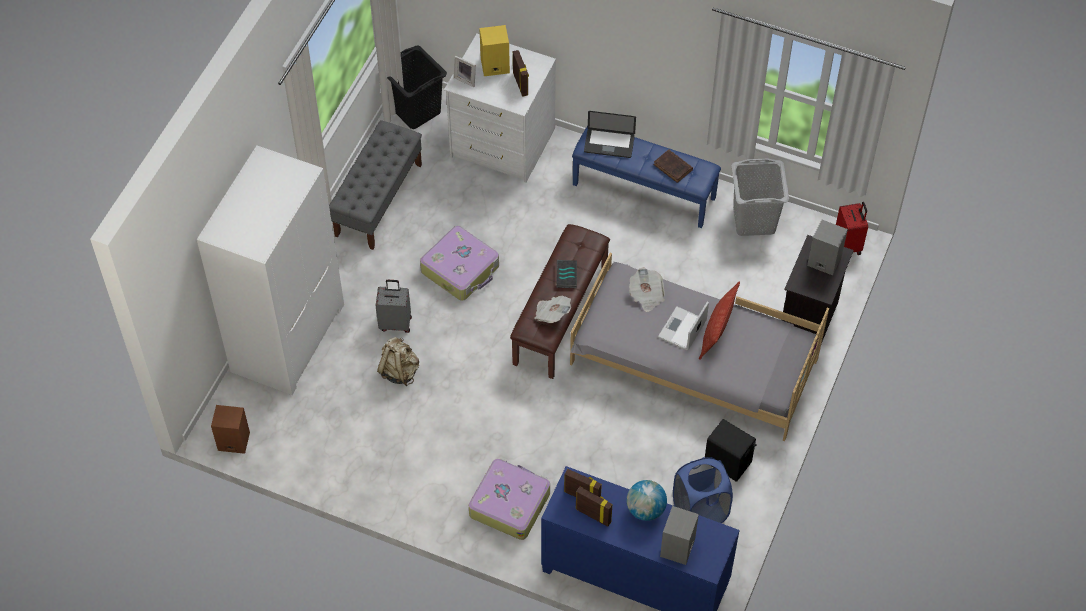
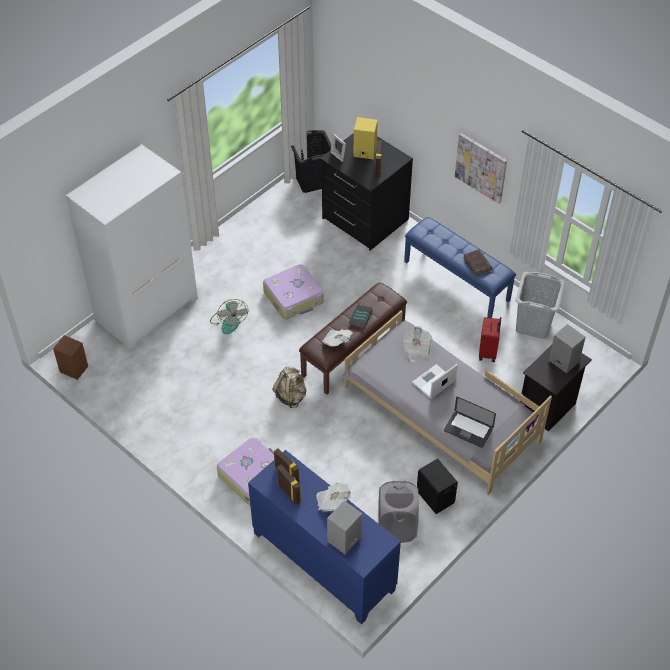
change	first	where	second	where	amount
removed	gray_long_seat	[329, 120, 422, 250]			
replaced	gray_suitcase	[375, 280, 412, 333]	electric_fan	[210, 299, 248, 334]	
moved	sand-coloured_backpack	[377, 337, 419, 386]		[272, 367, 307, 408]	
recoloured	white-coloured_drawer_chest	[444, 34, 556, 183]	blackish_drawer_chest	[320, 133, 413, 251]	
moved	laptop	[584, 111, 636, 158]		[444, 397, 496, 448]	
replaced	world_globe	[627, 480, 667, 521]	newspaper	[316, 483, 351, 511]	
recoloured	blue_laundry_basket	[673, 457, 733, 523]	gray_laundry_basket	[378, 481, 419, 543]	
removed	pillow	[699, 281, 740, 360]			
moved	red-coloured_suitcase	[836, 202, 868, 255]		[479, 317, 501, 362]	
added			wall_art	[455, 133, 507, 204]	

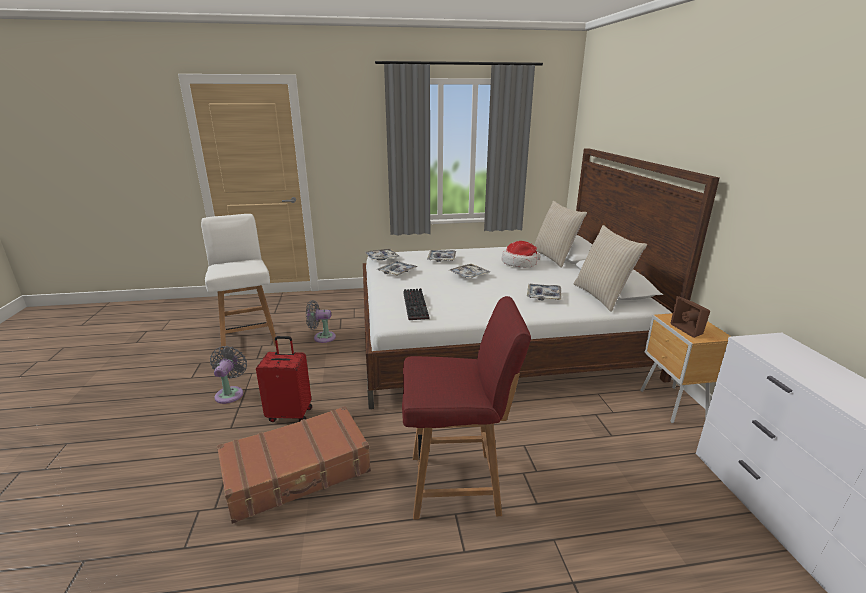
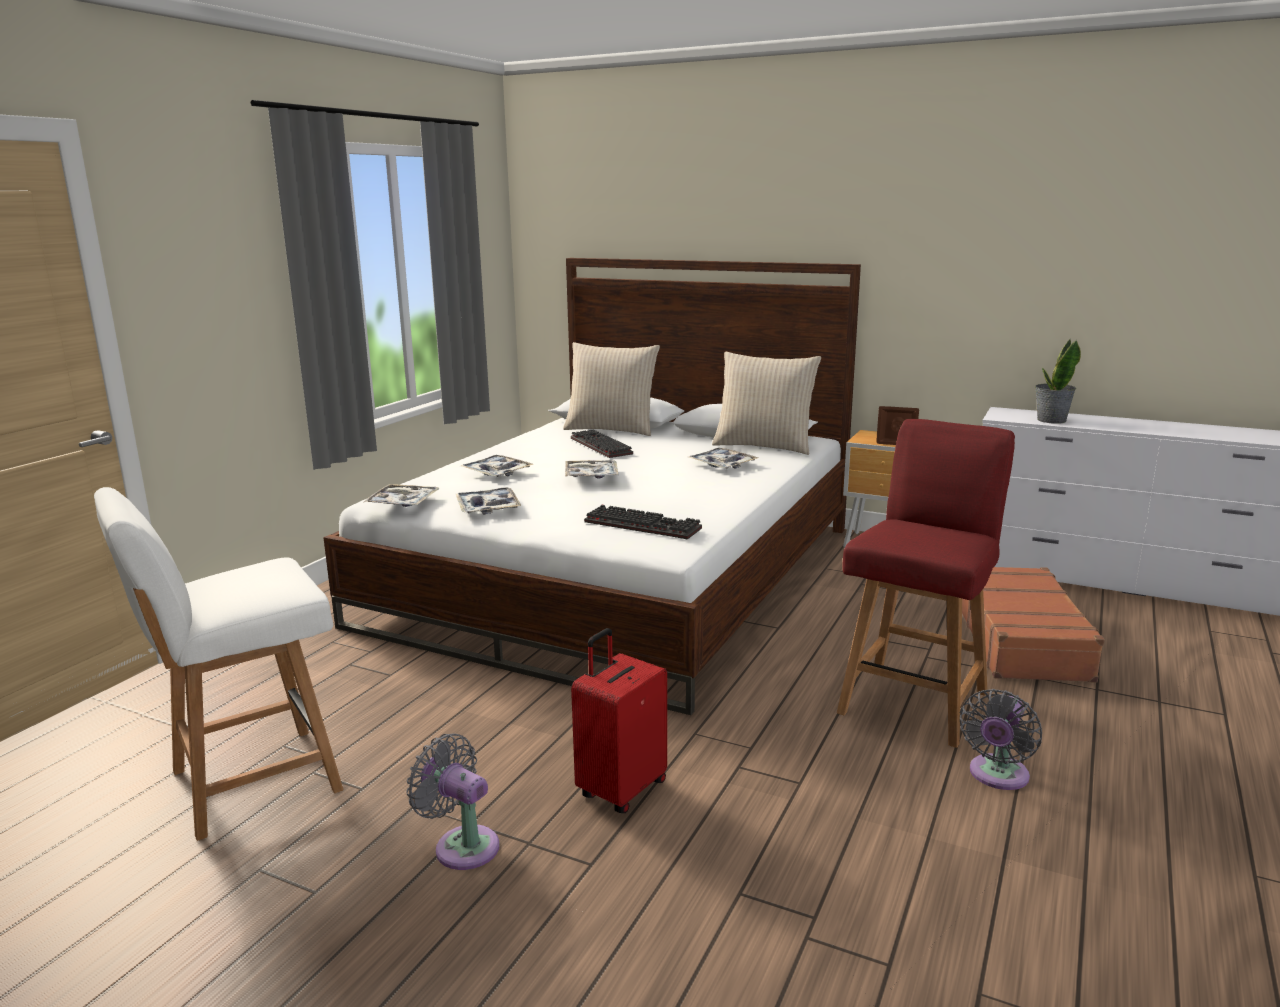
change	first	where	second	where	amount
turned	white-coloured_upright_chair	[201, 214, 279, 357]		[94, 487, 343, 841]	45 degrees counterclockwise
moved	brown_suitcase	[217, 406, 371, 524]		[962, 567, 1105, 683]	
moved	gray_electric_fan	[306, 300, 336, 343]		[960, 689, 1042, 790]	
replaced	clothing_hat	[501, 241, 541, 268]	PC_keyboard	[571, 430, 633, 458]	
added			potted_plant	[1035, 339, 1081, 424]	

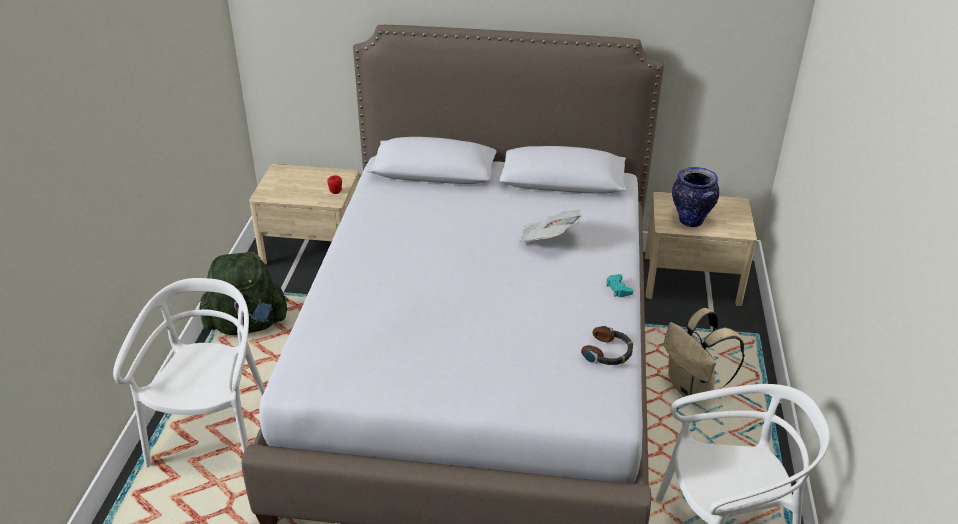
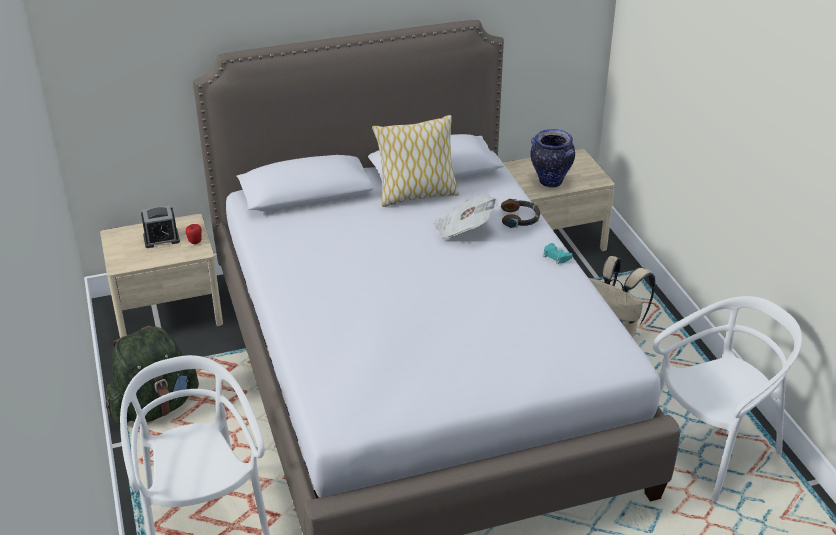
change	first	where	second	where	amount
moved	headphones	[581, 325, 633, 365]		[501, 198, 540, 228]	
added			bedside_clock	[141, 205, 180, 248]	
added			pillow	[372, 115, 459, 207]	

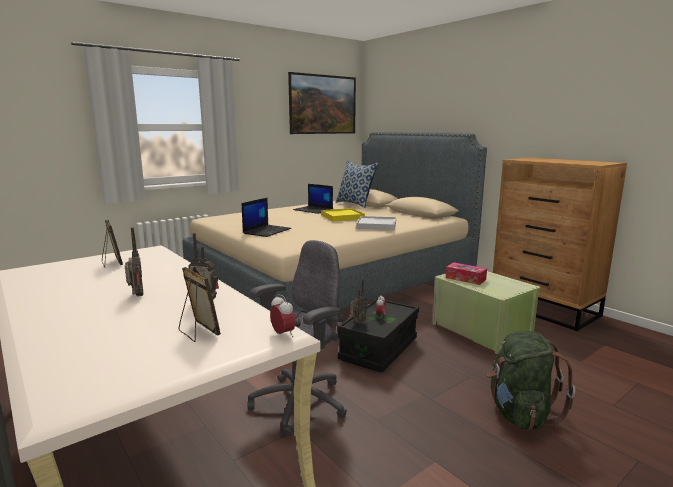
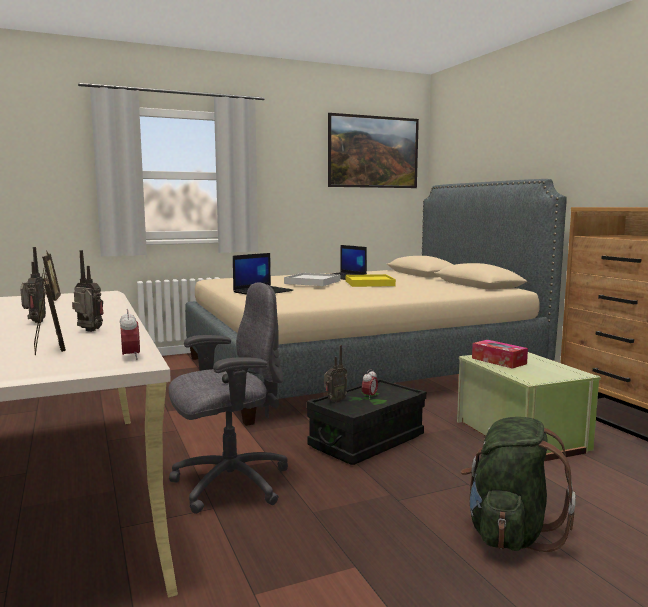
change	first	where	second	where	amount
removed	pillow	[336, 160, 378, 208]			
moved	white-coloured_tray	[356, 216, 396, 230]		[284, 273, 341, 286]	

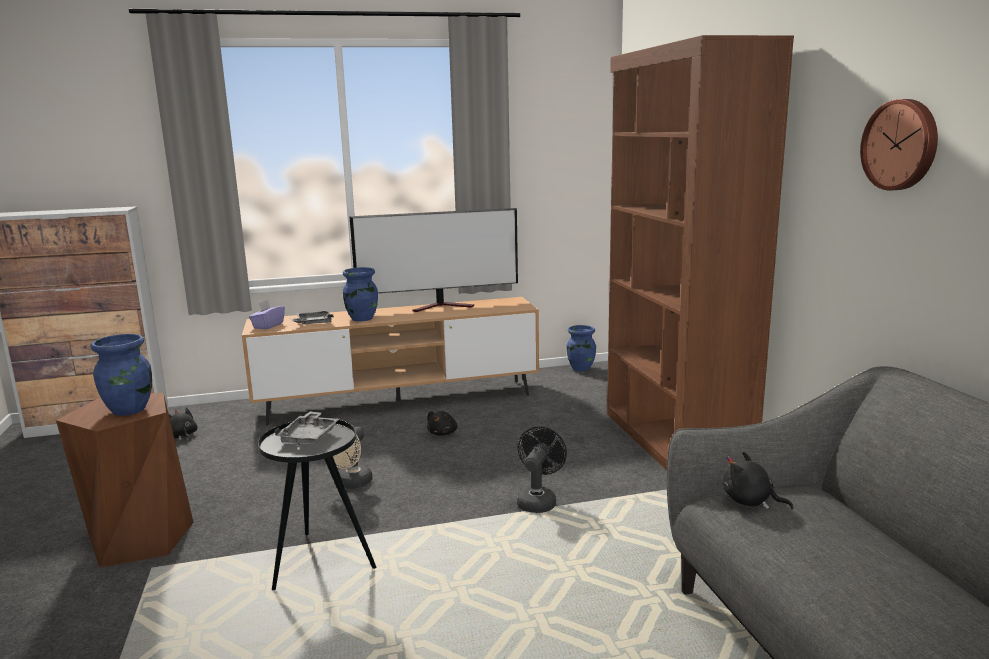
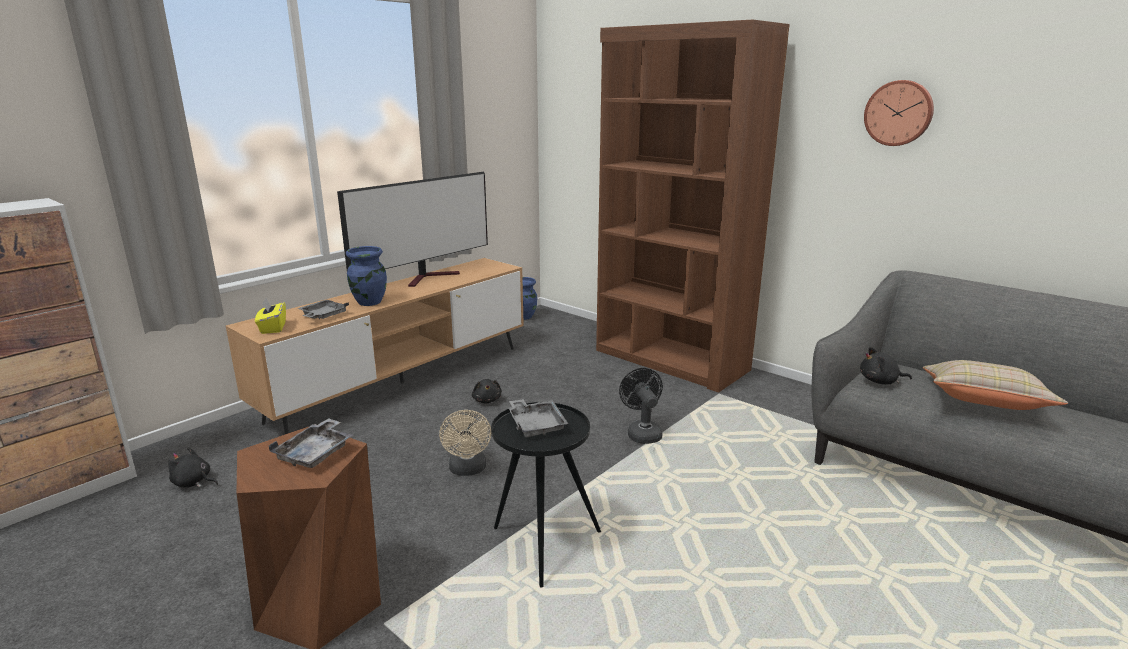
change	first	where	second	where	amount
replaced	blue_flower_vase	[90, 334, 152, 416]	gray_tray	[269, 418, 353, 468]	
recoloured	purple-coloured_box_of_tissues	[249, 300, 285, 330]	yellow_box_of_tissues	[255, 298, 286, 334]	
added			sand-coloured_pillow	[923, 360, 1068, 410]	

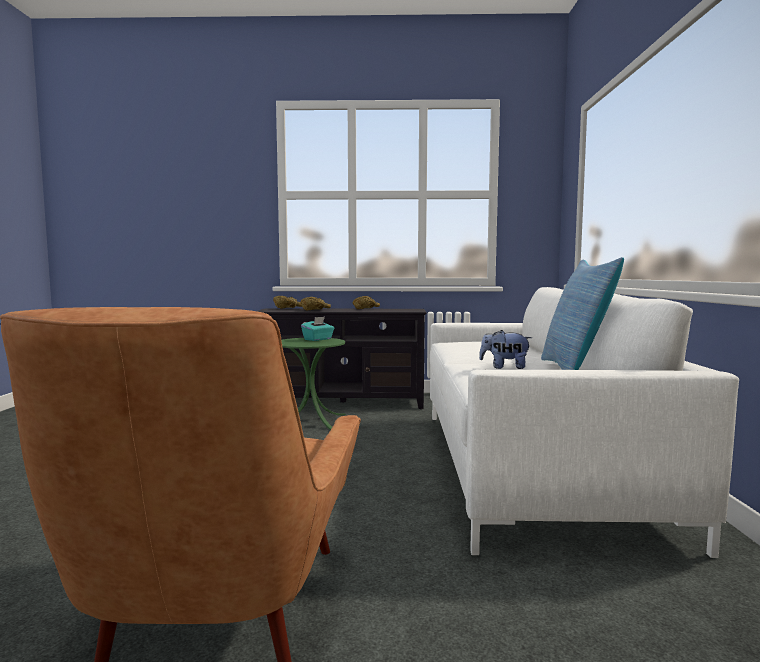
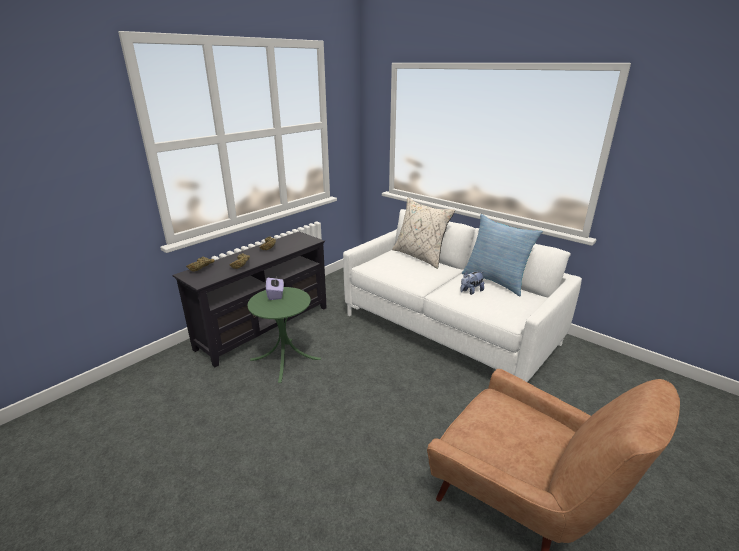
change	first	where	second	where	amount
recoloured	turquoise-coloured_box_of_tissues	[301, 317, 334, 341]	purple-coloured_box_of_tissues	[266, 277, 284, 300]	
added			sand-coloured_pillow	[392, 197, 455, 269]	

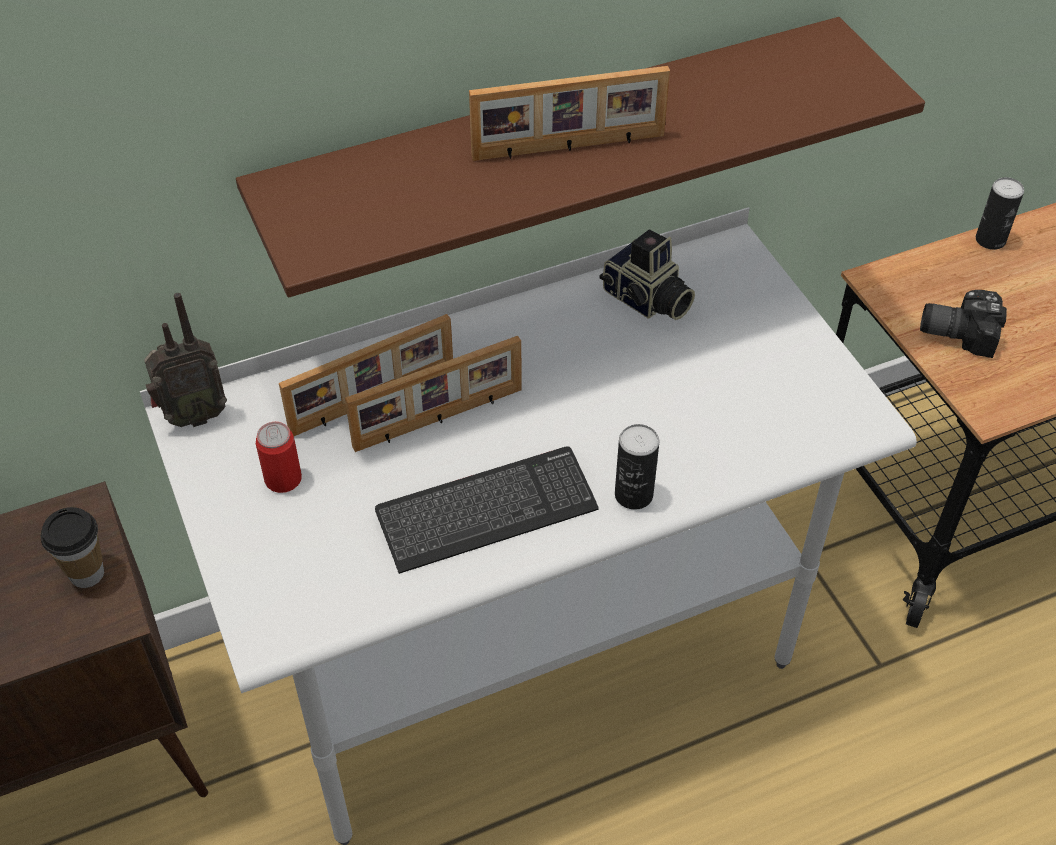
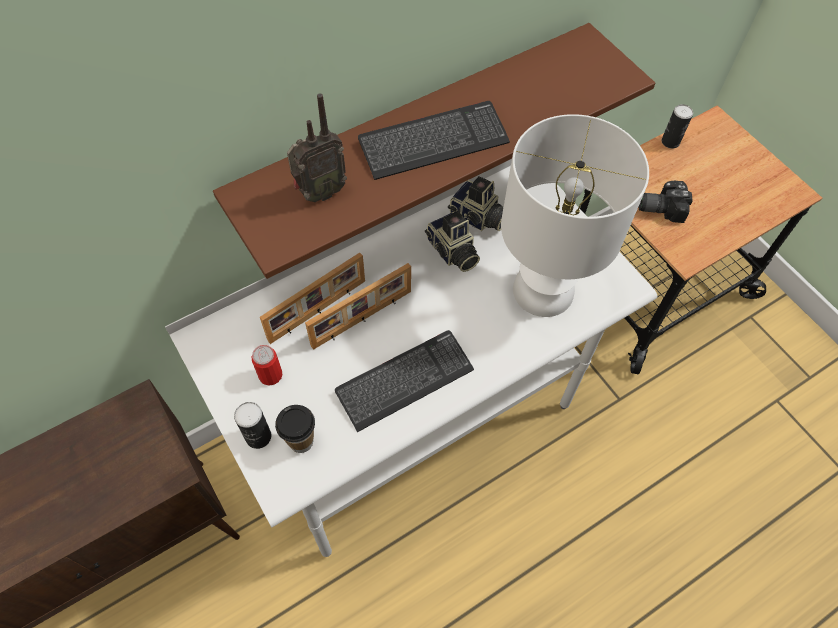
change	first	where	second	where	amount
moved	drinking_cup	[41, 507, 104, 588]		[275, 405, 315, 453]	
moved	radio_set	[144, 293, 227, 427]		[287, 94, 347, 202]	
replaced	picture_frame	[469, 66, 670, 161]	PC_keyboard	[358, 101, 510, 180]	
moved	can	[615, 424, 659, 510]		[234, 402, 271, 449]	
added			photo_camera	[425, 211, 480, 272]	
added			white-coloured_tabletop_lamp	[501, 114, 649, 317]	

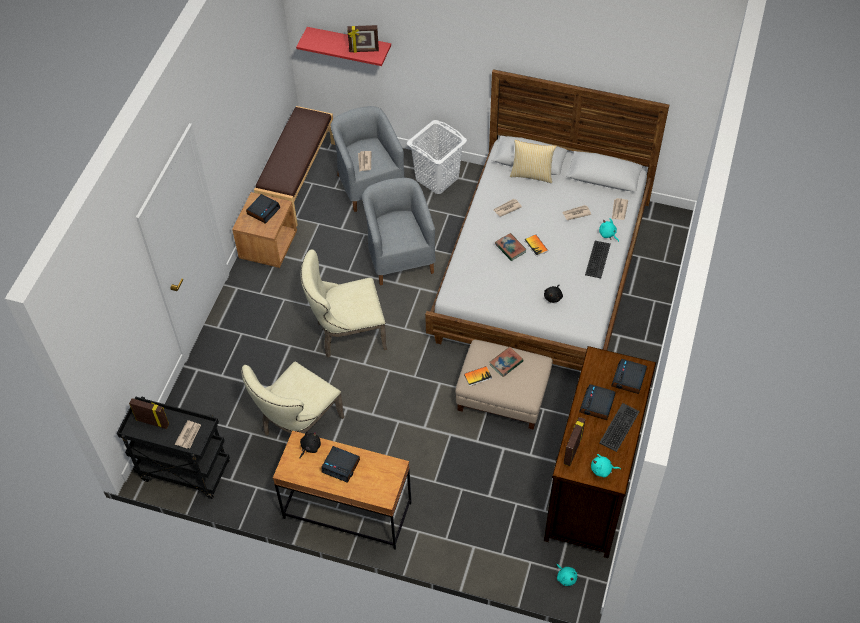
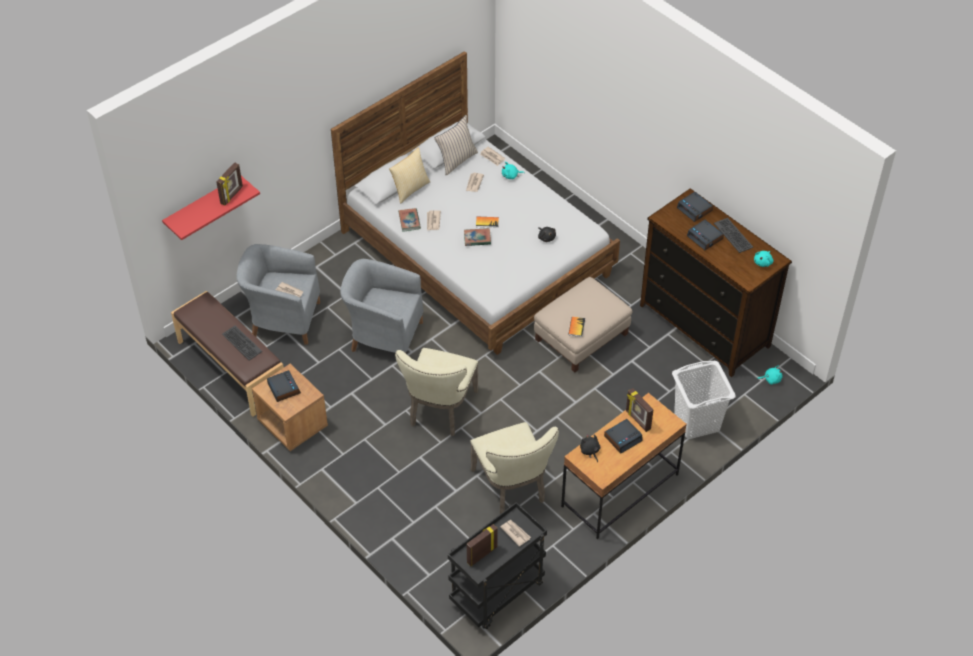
change	first	where	second	where	amount
moved	white-coloured_laundry_basket	[407, 120, 467, 194]		[672, 361, 736, 439]	
moved	volume	[489, 347, 524, 377]		[398, 208, 421, 232]	
moved	picture_frame	[564, 417, 586, 466]		[626, 388, 654, 432]	
moved	PC_keyboard	[585, 241, 611, 278]		[222, 326, 262, 360]	
added			sand-coloured_pillow	[434, 115, 478, 176]	

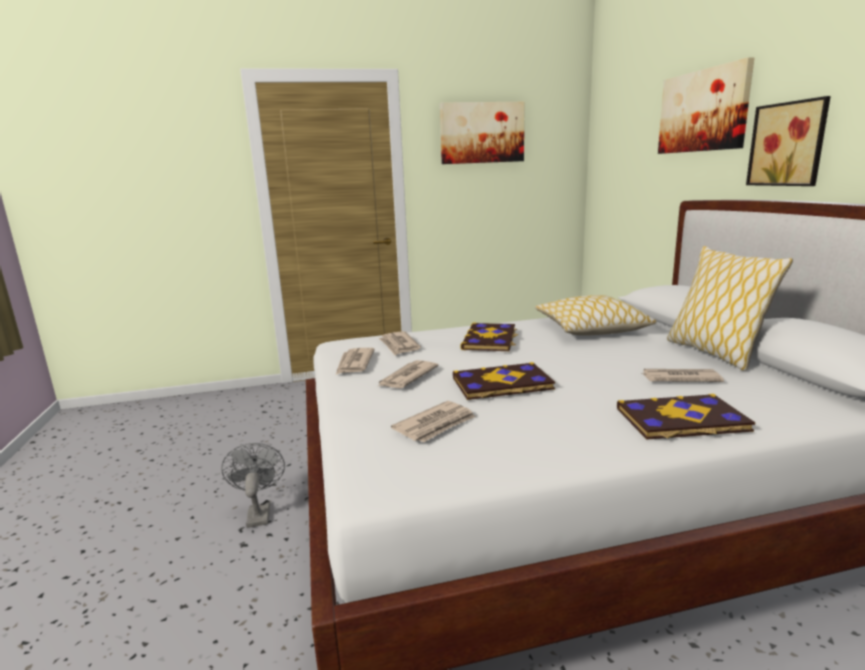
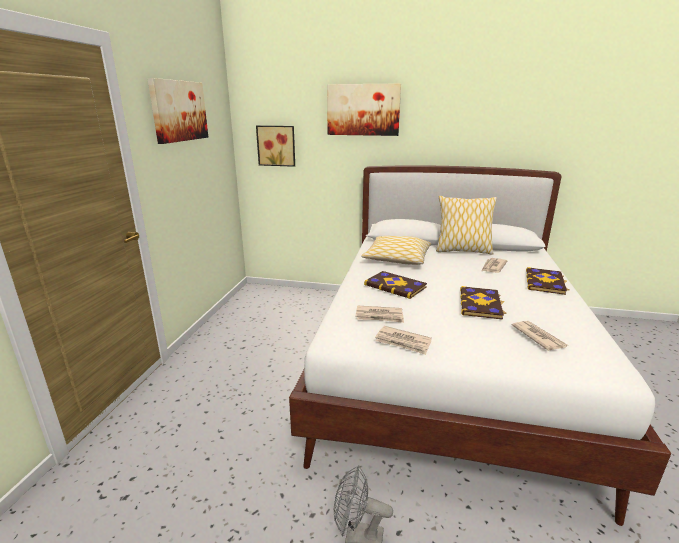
change	first	where	second	where	amount
removed	newspaper	[378, 360, 439, 388]			
moved	wall_art	[746, 96, 831, 186]		[256, 125, 295, 167]	

